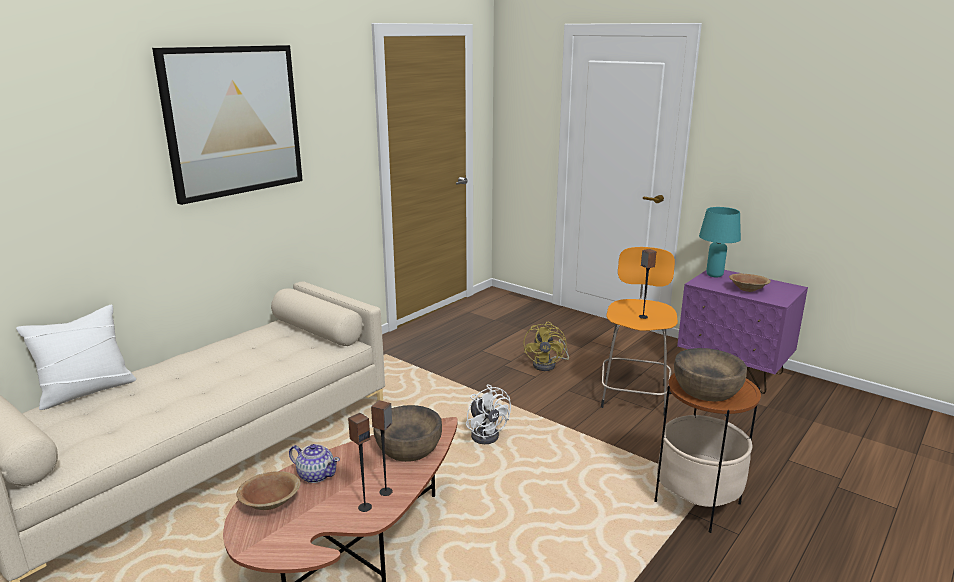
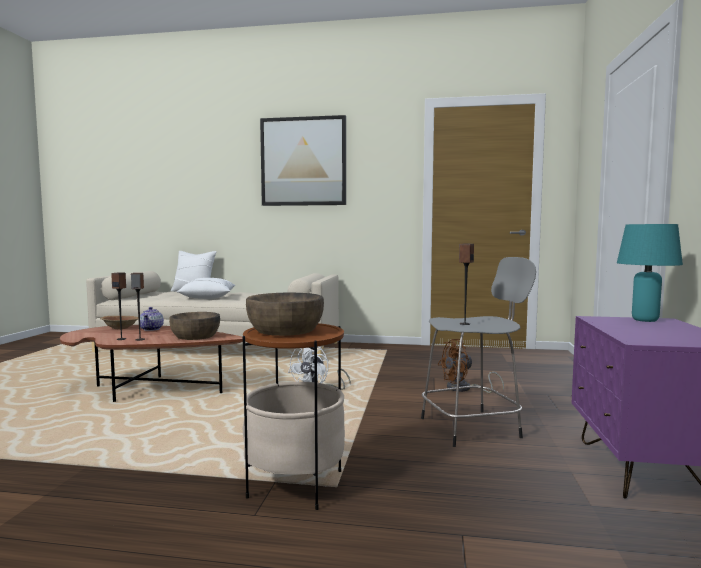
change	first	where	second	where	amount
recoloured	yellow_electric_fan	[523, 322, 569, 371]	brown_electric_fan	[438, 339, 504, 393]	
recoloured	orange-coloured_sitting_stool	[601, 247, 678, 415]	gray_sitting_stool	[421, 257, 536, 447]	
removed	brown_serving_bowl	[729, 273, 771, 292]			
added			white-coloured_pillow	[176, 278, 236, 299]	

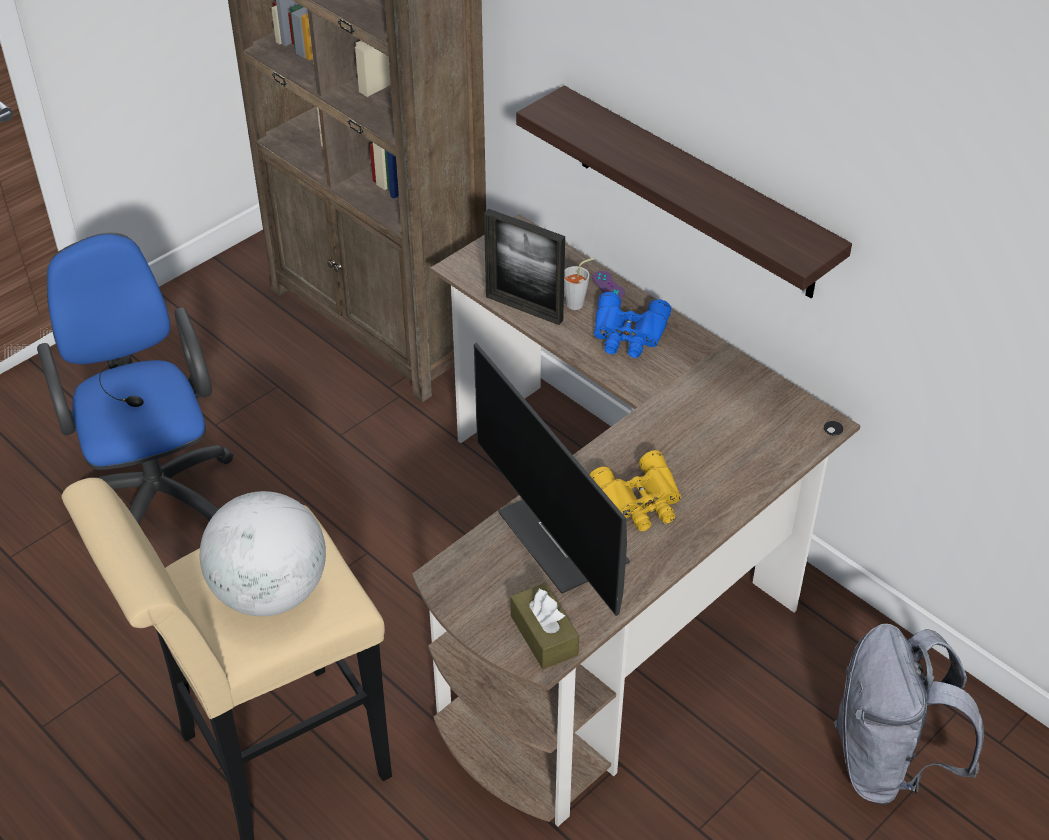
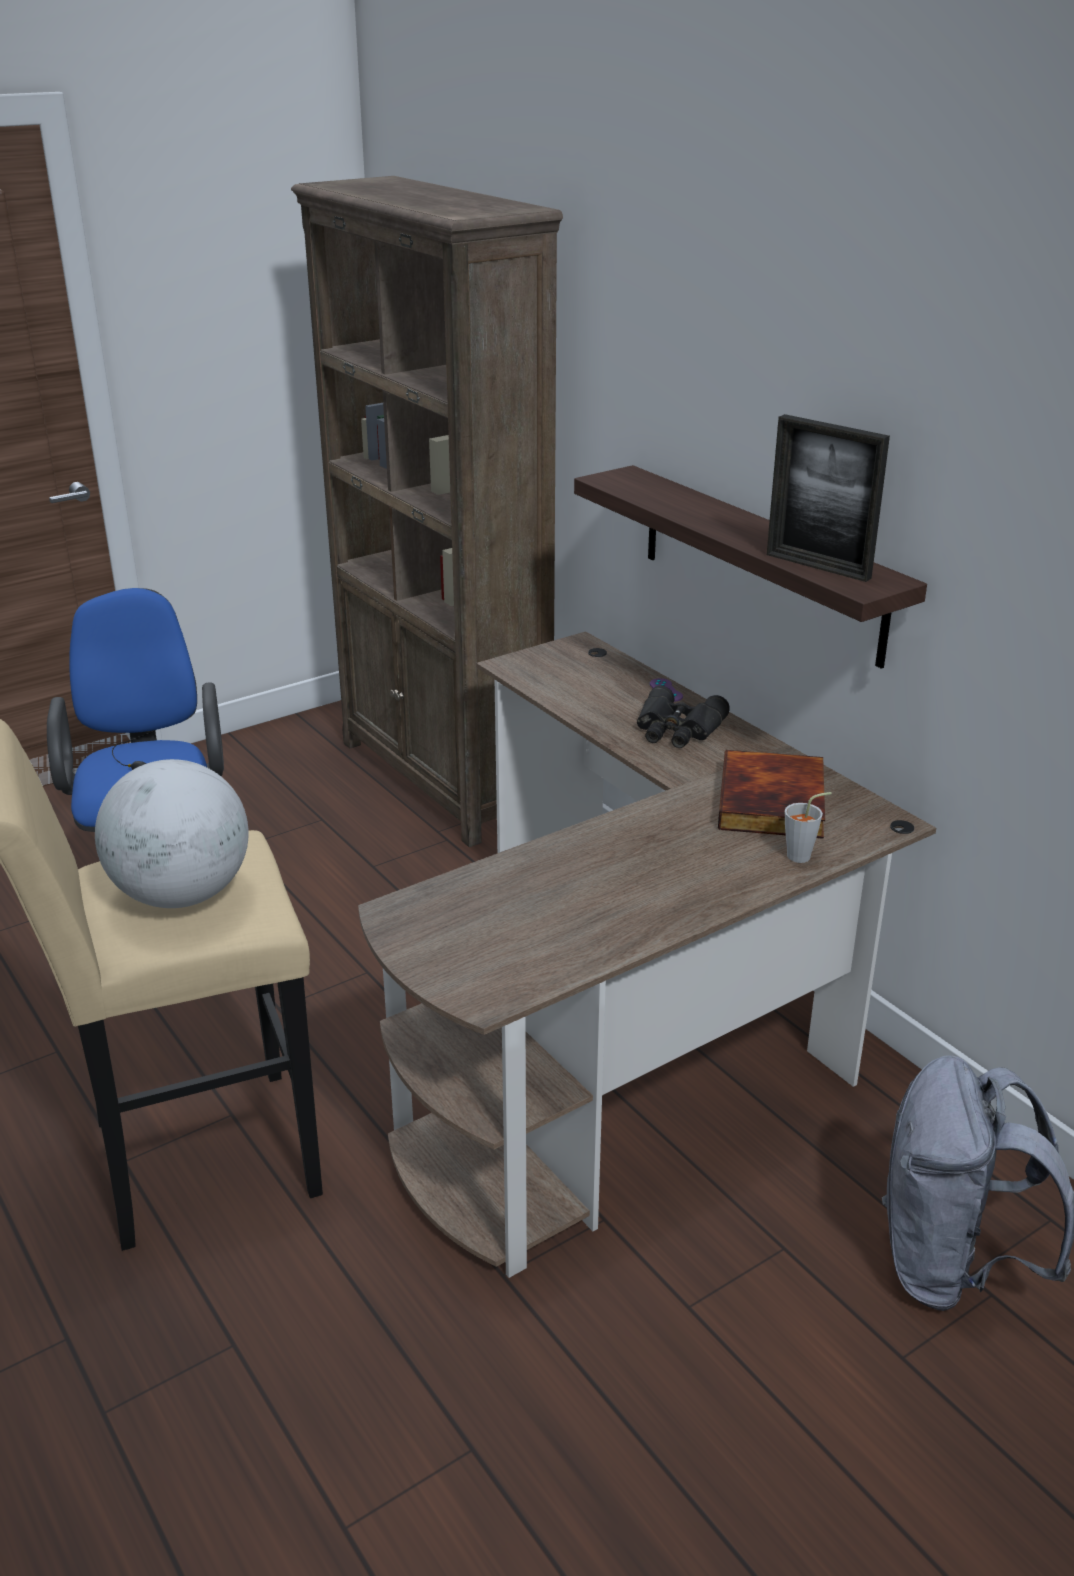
change	first	where	second	where	amount
removed	computer_display	[474, 343, 630, 616]			
moved	picture_frame	[484, 209, 565, 325]		[767, 414, 890, 582]	
removed	brown_box_of_tissues	[510, 583, 579, 669]			
moved	gray_drinking_cup	[564, 257, 595, 310]		[785, 792, 832, 863]	
removed	yellow_pair_of_binoculars	[589, 450, 681, 531]			
recoloured	blue_pair_of_binoculars	[594, 292, 671, 358]	blackish_pair_of_binoculars	[637, 685, 730, 748]	
added			volume	[718, 750, 825, 839]	

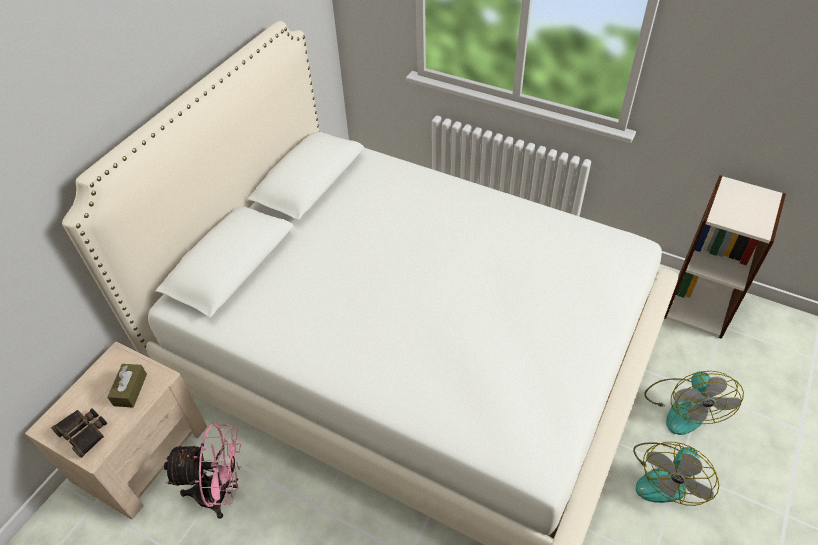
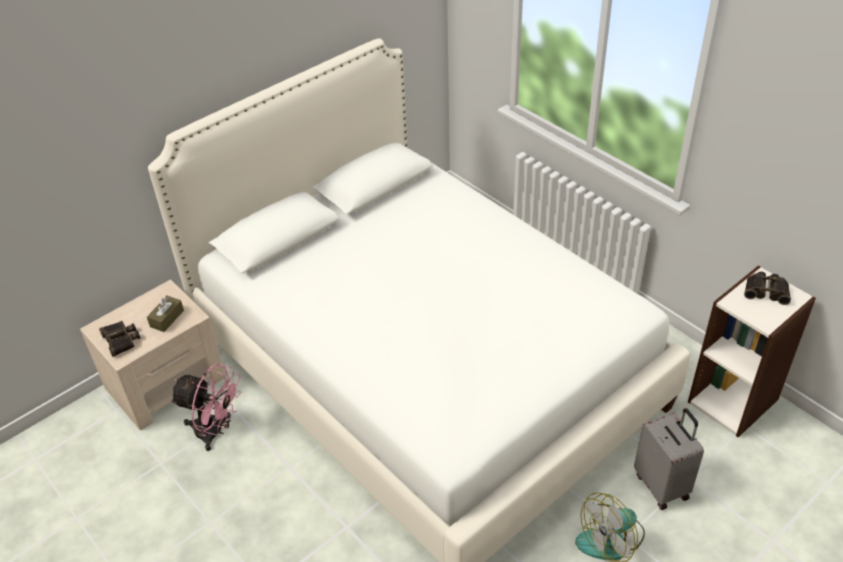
change	first	where	second	where	amount
replaced	electric_fan	[644, 371, 744, 435]	gray_suitcase	[634, 408, 704, 510]	
added			pair_of_binoculars	[744, 272, 791, 305]	

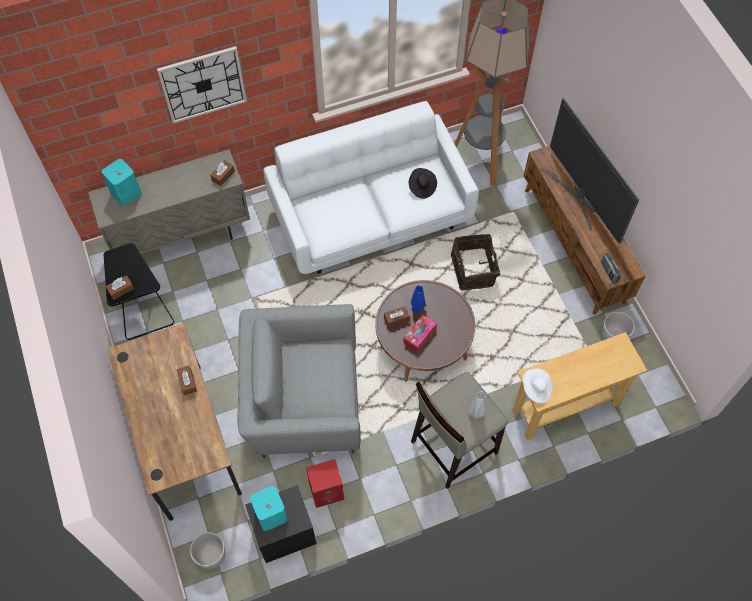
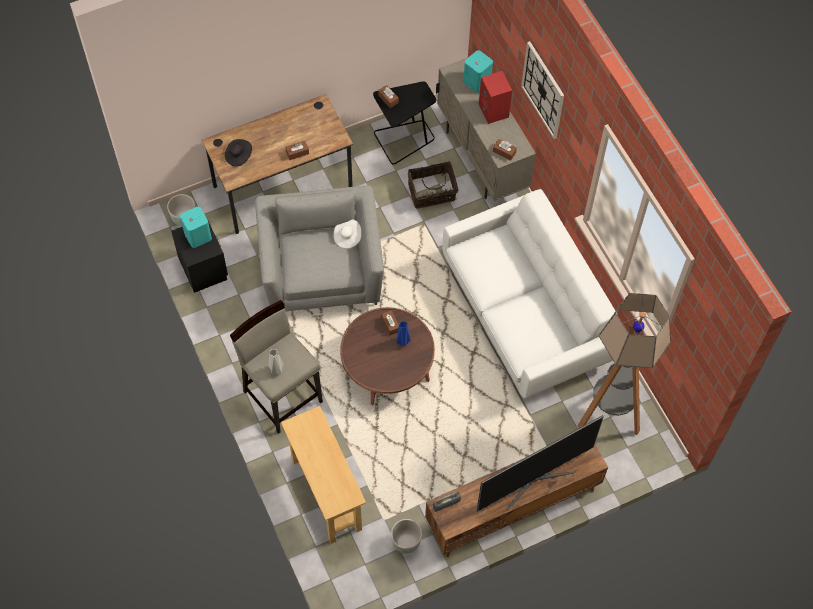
change	first	where	second	where	amount
moved	red-coloured_loudspeaker	[306, 459, 344, 508]		[479, 71, 512, 124]	
removed	box_of_tissues	[403, 315, 437, 352]			
moved	blackish_clothing_hat	[409, 168, 437, 199]		[225, 139, 252, 167]	
moved	storage_basket	[451, 234, 500, 290]		[408, 162, 458, 209]	
moved	white-coloured_clothing_hat	[523, 368, 552, 403]		[333, 219, 361, 248]	

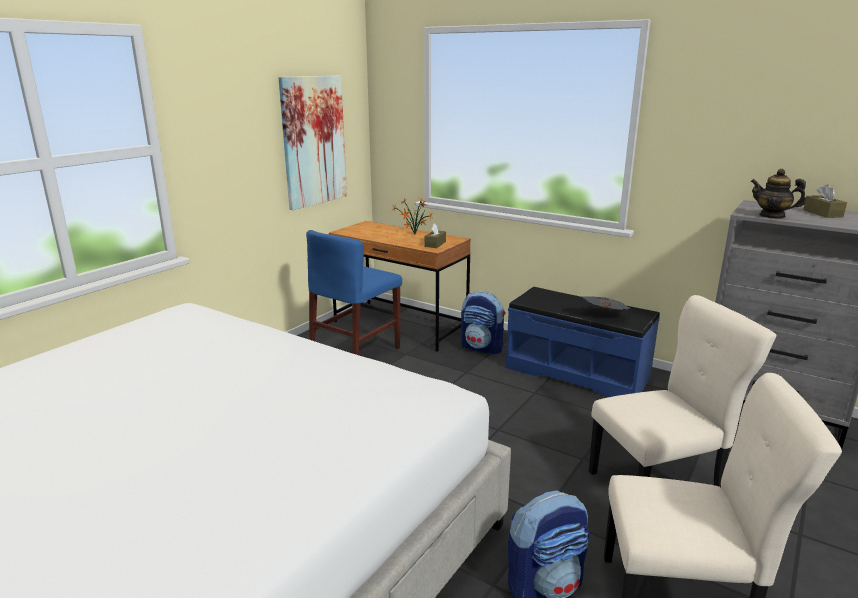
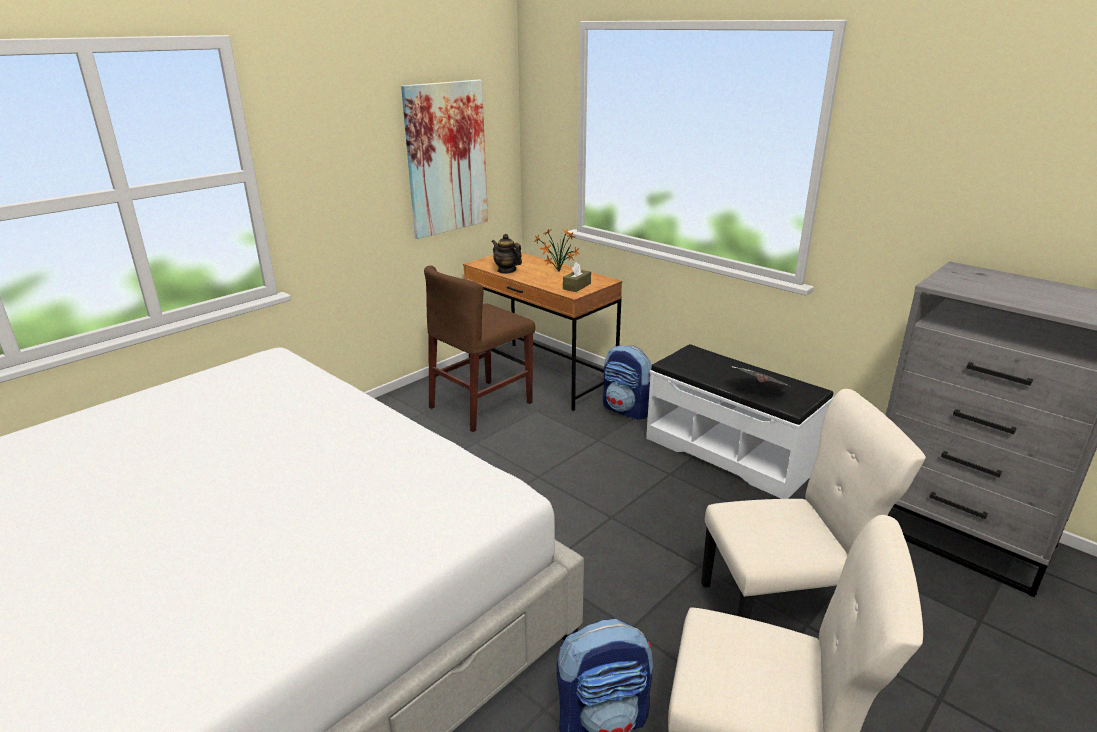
change	first	where	second	where	amount
recoloured	blue_upright_chair	[306, 230, 402, 355]	brown_upright_chair	[424, 265, 535, 432]	
recoloured	blue_long_seat	[506, 287, 660, 397]	white-coloured_long_seat	[646, 344, 833, 499]	
moved	pot_for_tea	[750, 169, 806, 219]		[491, 234, 522, 274]	
removed	brown_box_of_tissues	[803, 184, 847, 218]			

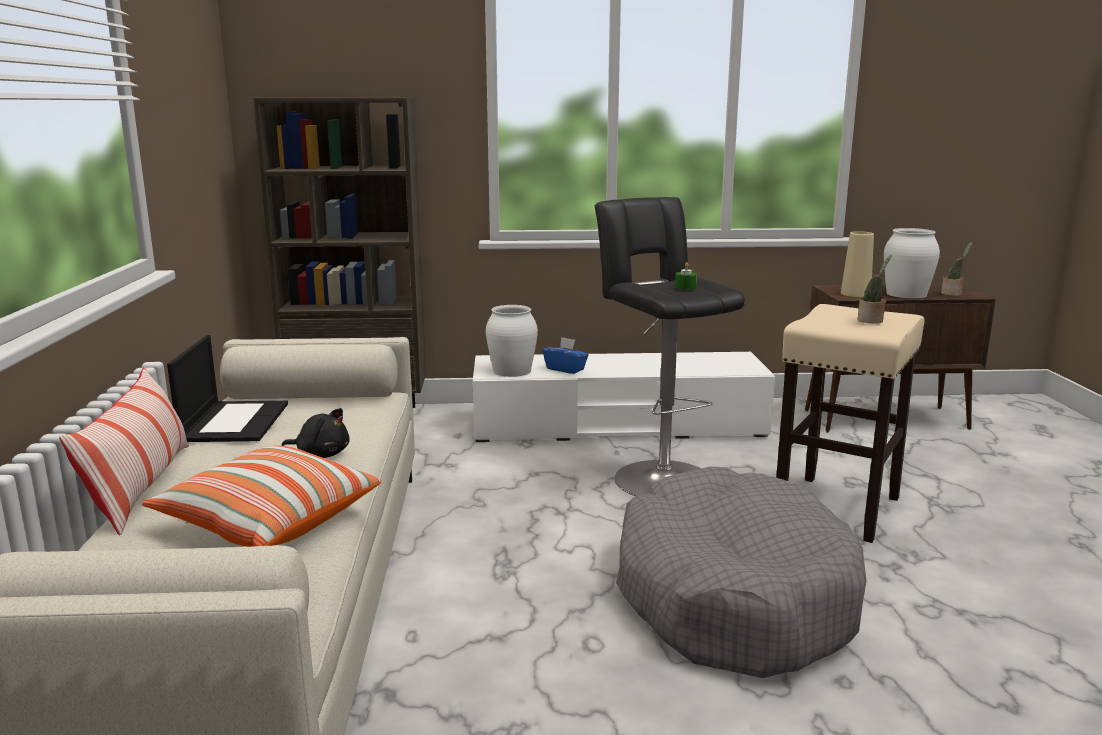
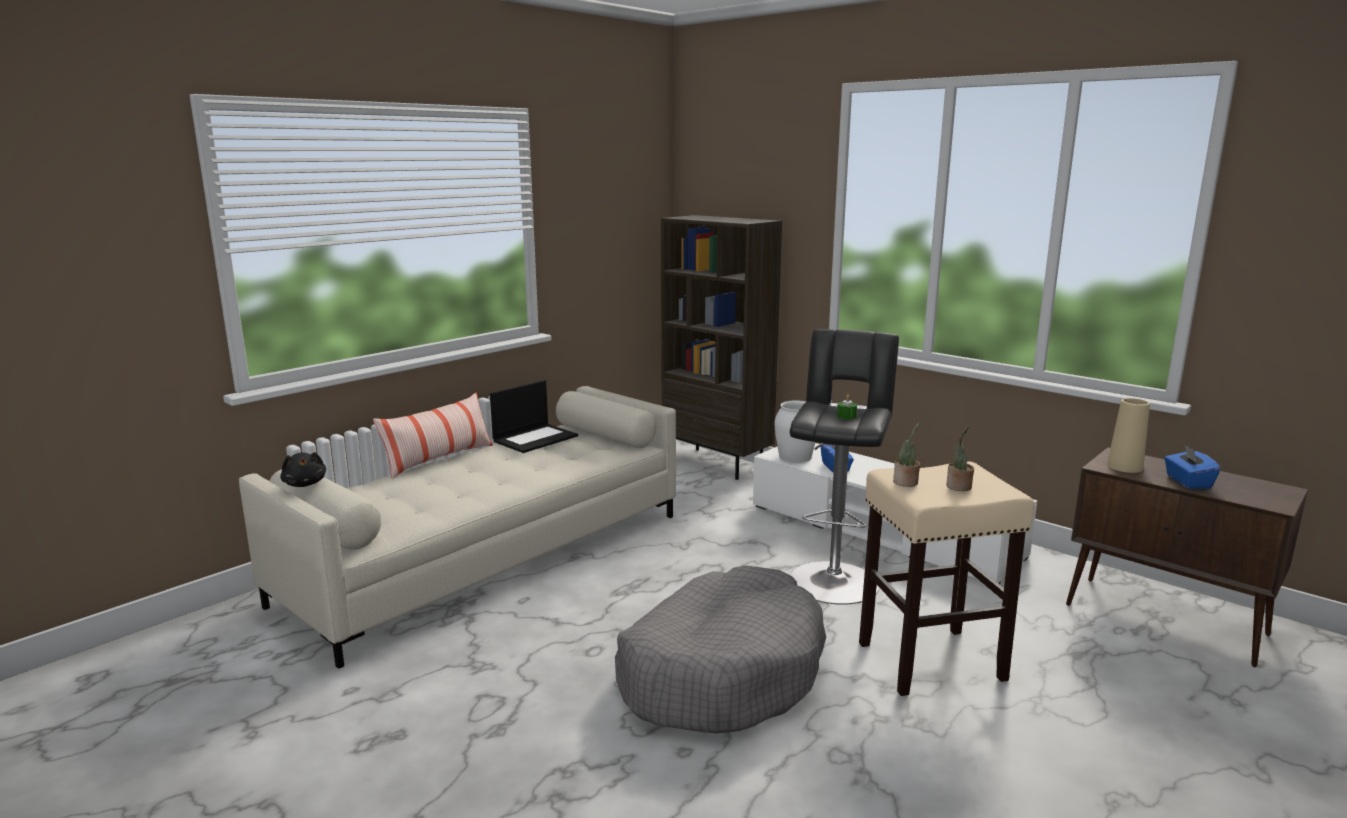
change	first	where	second	where	amount
removed	pillow	[142, 445, 381, 547]			
moved	blackish_plush_toy	[282, 408, 350, 458]		[280, 452, 326, 487]	
replaced	white-coloured_flower_vase	[884, 228, 940, 298]	blue_box_of_tissues	[1164, 444, 1221, 489]	
moved	potted_plant	[941, 242, 972, 296]		[893, 422, 920, 487]	

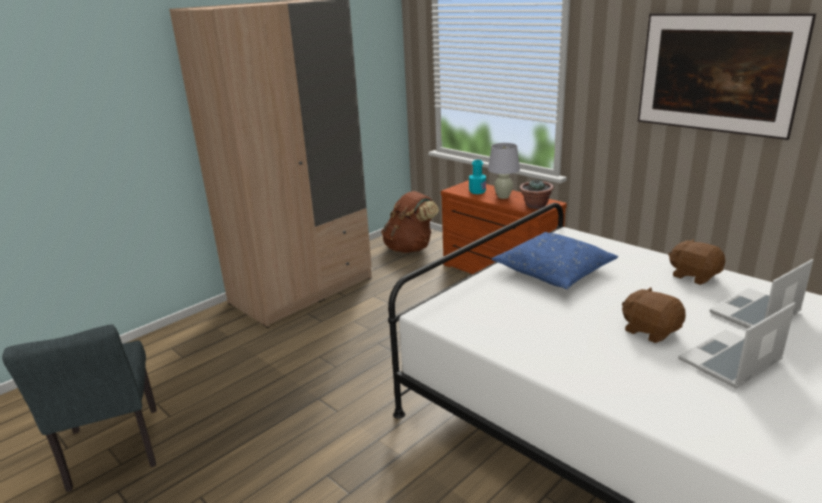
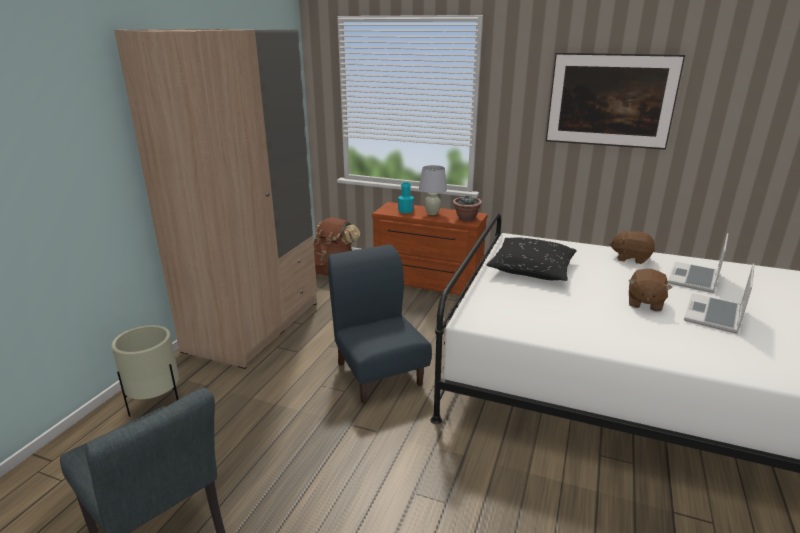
change	first	where	second	where	amount
recoloured	blue_pillow	[492, 232, 618, 289]	blackish_pillow	[486, 237, 577, 281]	
turned	brown_plush_toy	[622, 287, 686, 343]		[629, 269, 672, 312]	90 degrees counterclockwise
added			sand-coloured_flower_pot	[111, 325, 179, 417]	
added			blue_upright_chair	[328, 244, 432, 403]	

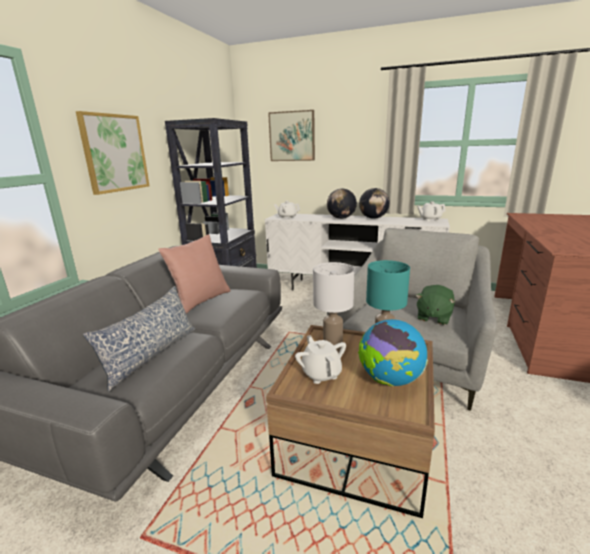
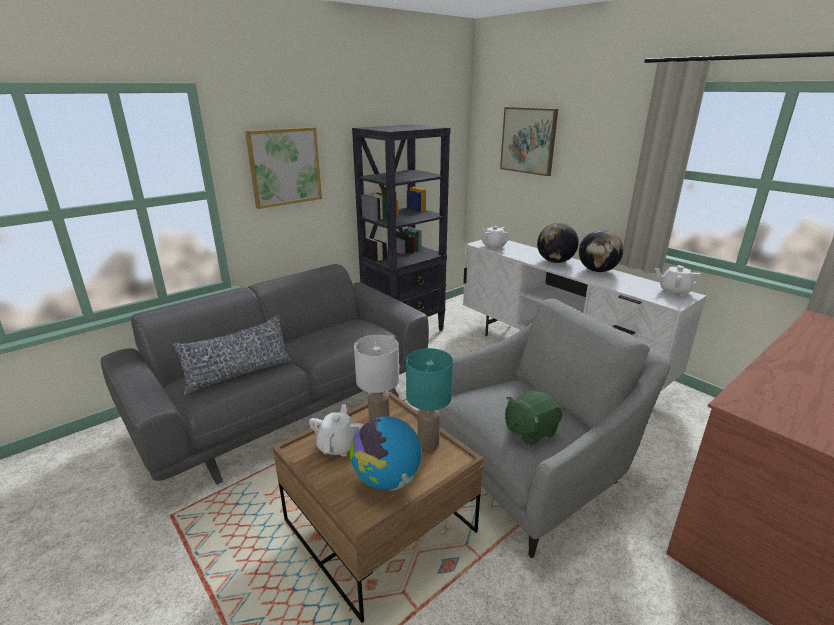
change	first	where	second	where	amount
removed	pinkish_pillow	[158, 234, 231, 314]			

